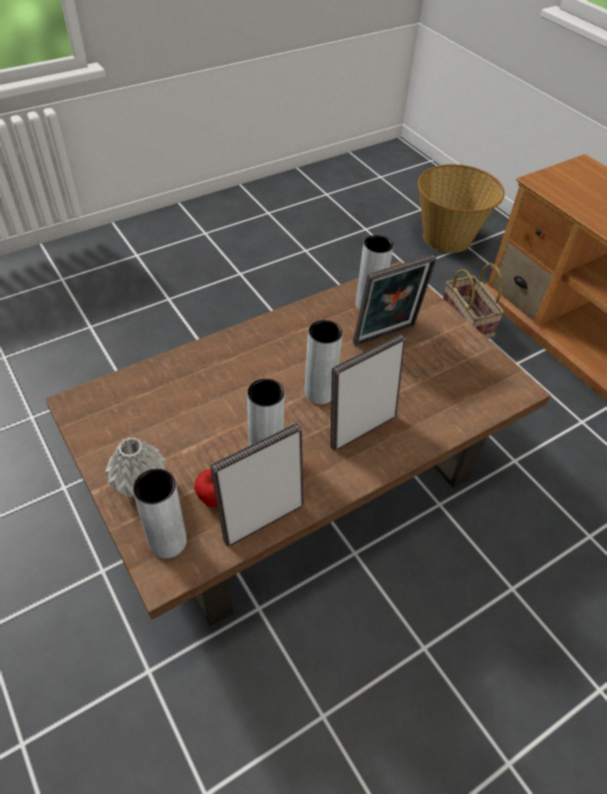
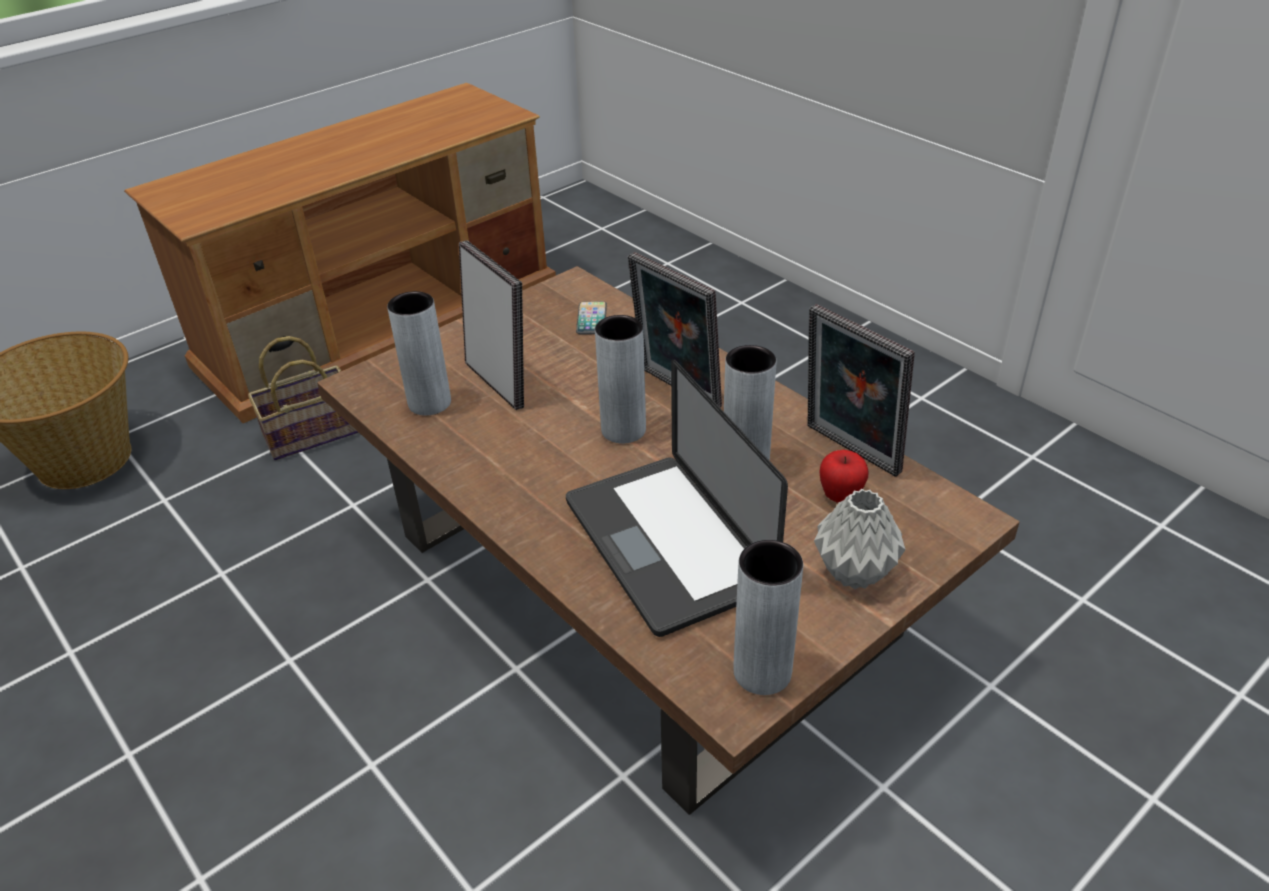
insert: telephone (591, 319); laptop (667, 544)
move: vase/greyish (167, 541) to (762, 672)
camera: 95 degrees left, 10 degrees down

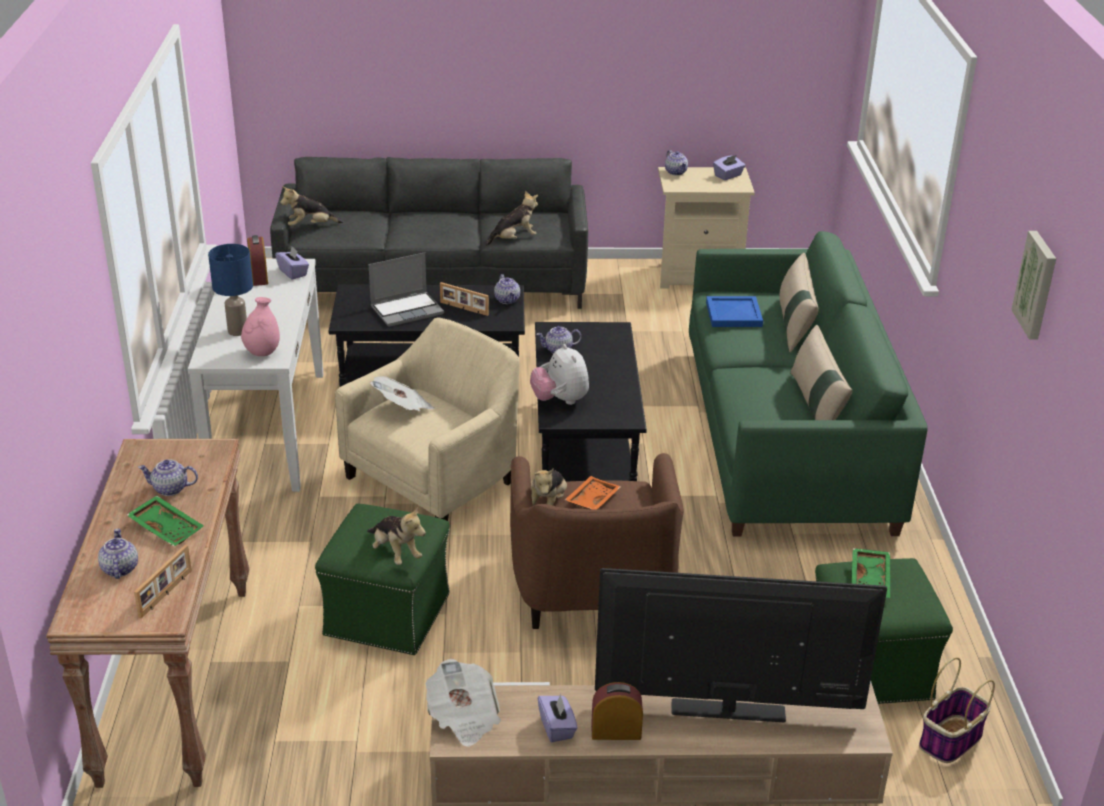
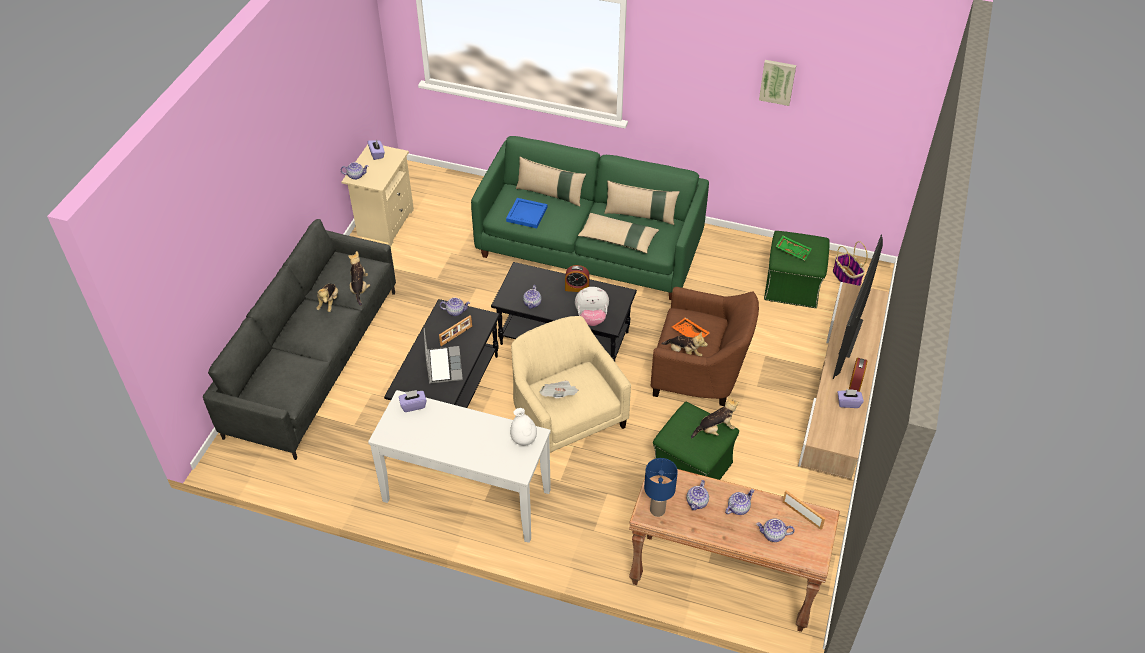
delete: newspaper (463, 717)
insert: throw pillow/sand-coloured (618, 238)
move: plush toy (311, 226) to (329, 303); bedside clock (259, 277) to (577, 288); lamp for a table/blue (237, 331) to (658, 510)
replace: serving tray/green (167, 528) to tea pot (738, 508)
recolor: vase/pinkish (262, 352) to vase/white (524, 440)
camera: 70 degrees left, 15 degrees up

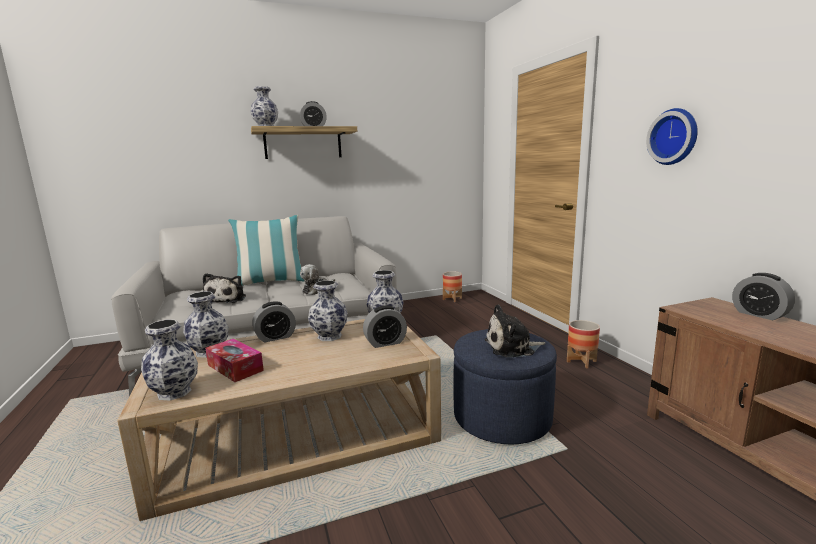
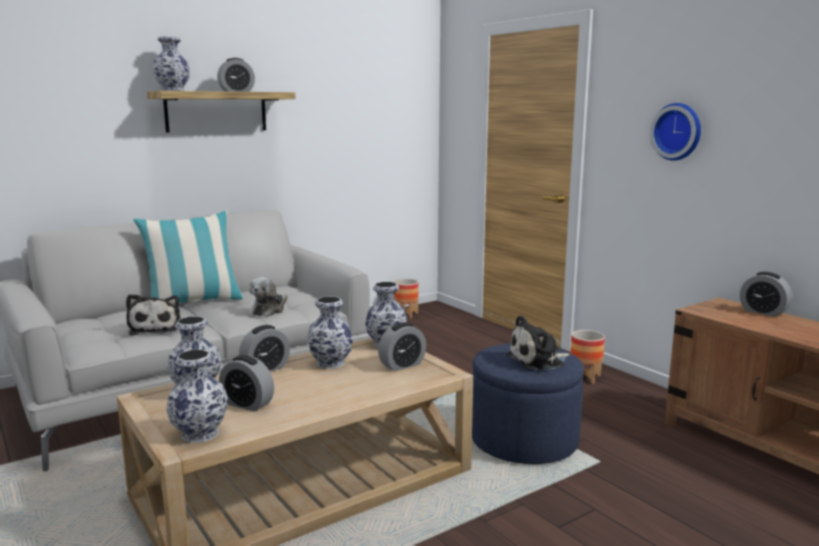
replace: tissue box (235, 368) to bedside clock (247, 404)
camera: 15 degrees left, 0 degrees up

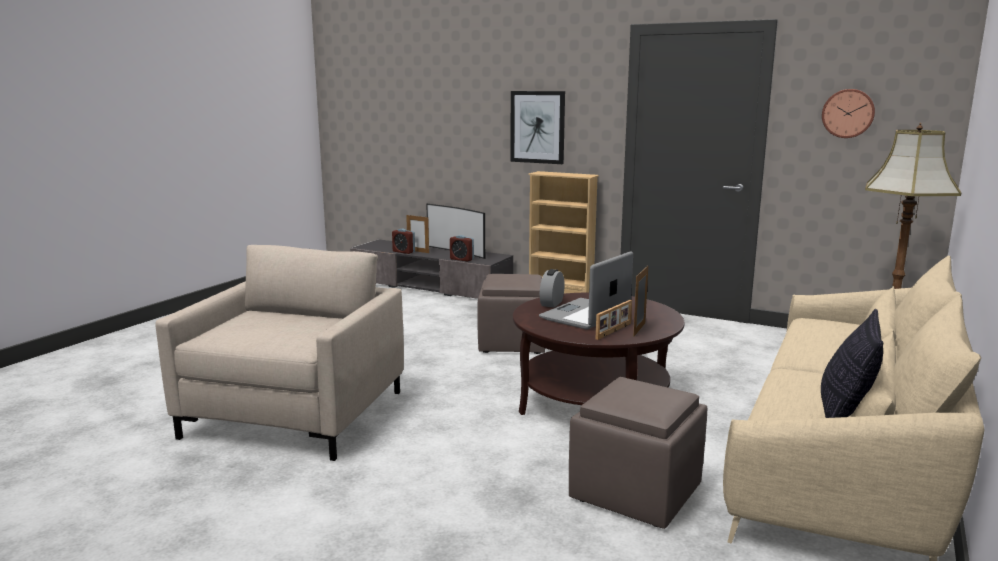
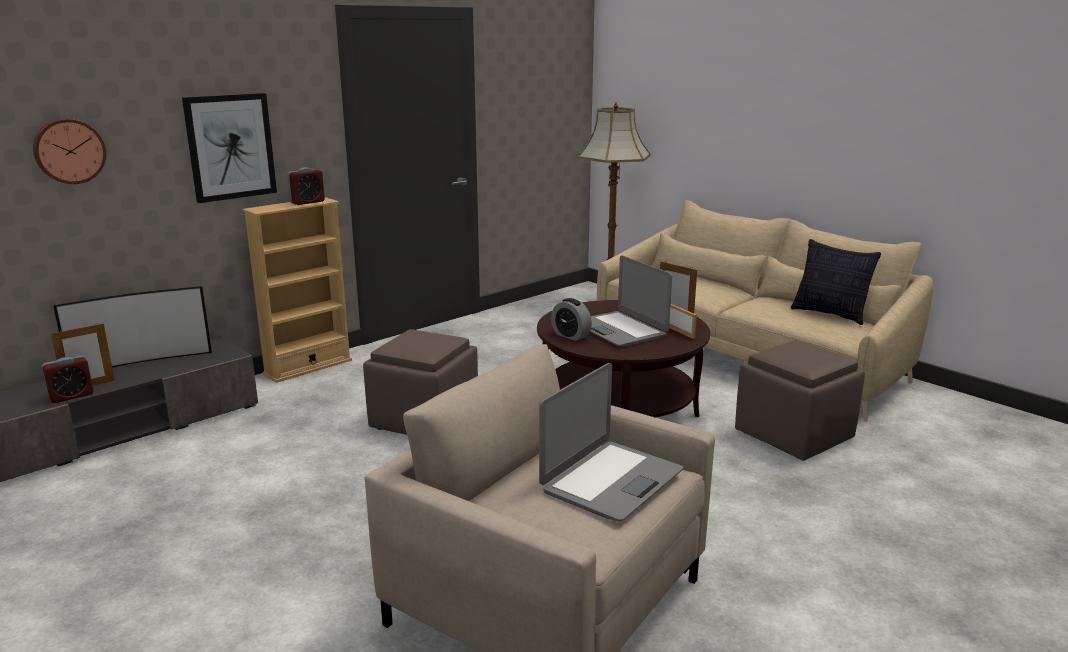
insert: laptop (611, 481)
move: wall clock (848, 113) to (69, 151); bedside clock (462, 259) to (307, 202)
camera: 70 degrees left, 5 degrees up

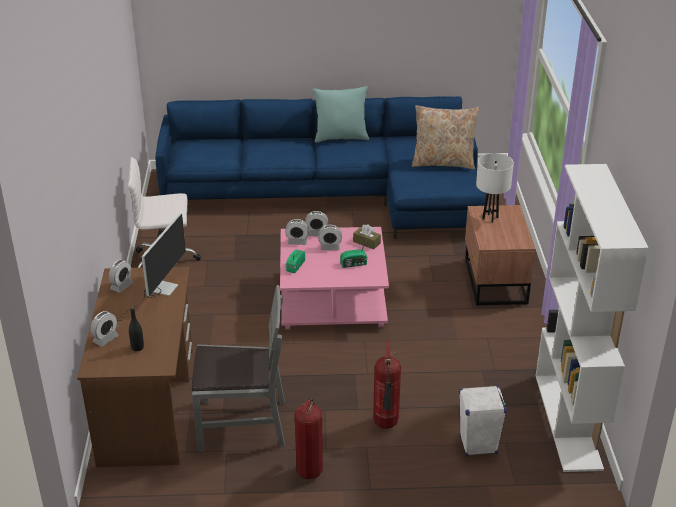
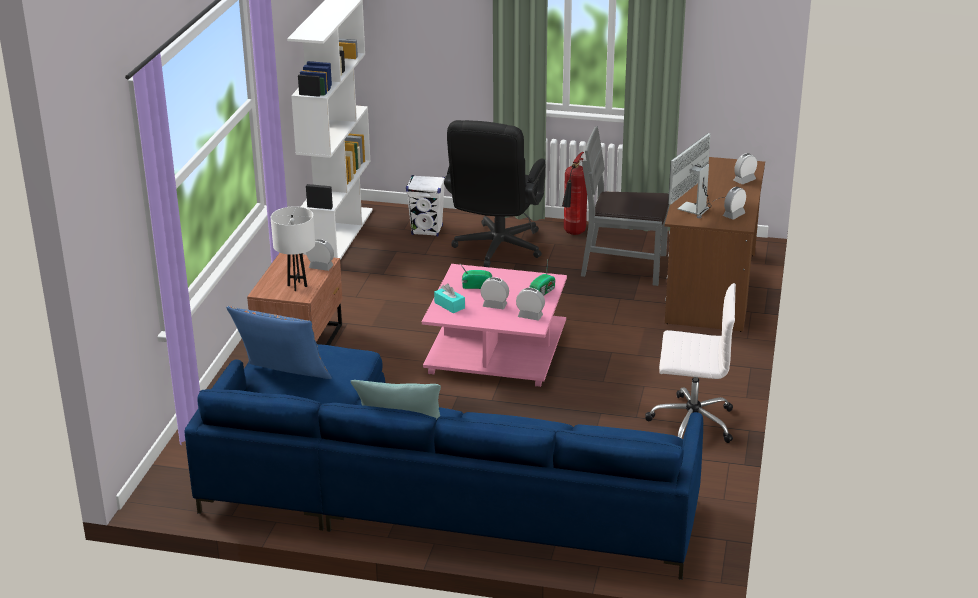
delete: beverage bottle/black (137, 347)
move: bedside clock (316, 233) to (321, 267)
replace: fire extinguisher (386, 425) to office chair/black (496, 250)
recolor: throw pillow/sand-coloured (443, 162) to throw pillow/blue (282, 379); tissue box/brownish (366, 242) to tissue box/turquoise (449, 305)
camera: 165 degrees left, 5 degrees down

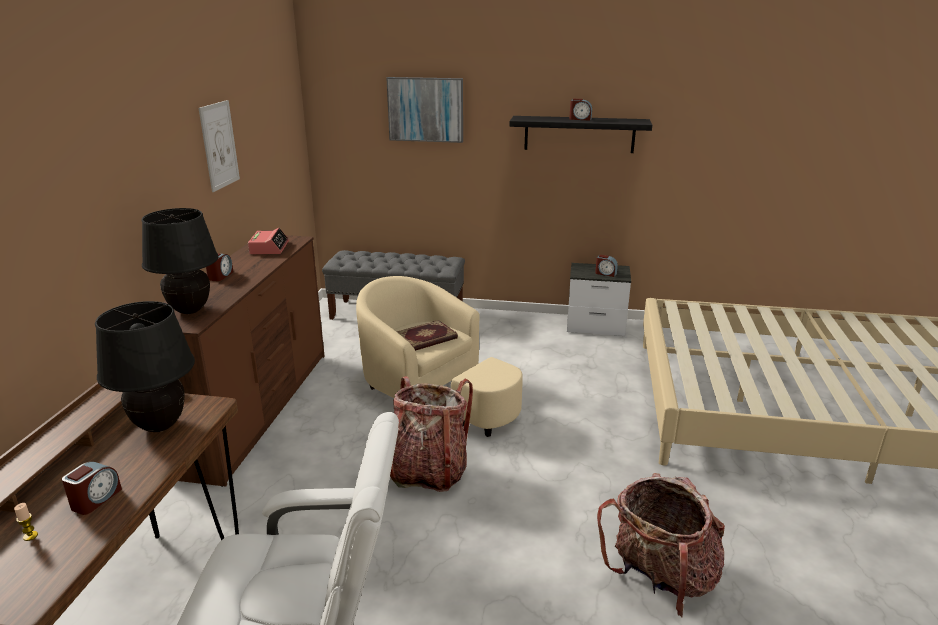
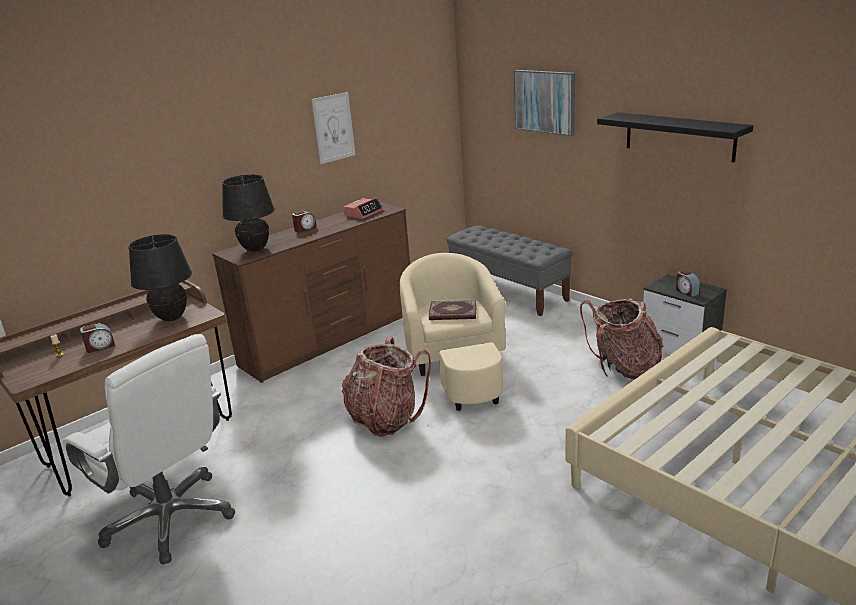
delete: bedside clock (580, 119)
move: backpack (660, 579) to (623, 368)
camera: 40 degrees right, 0 degrees up

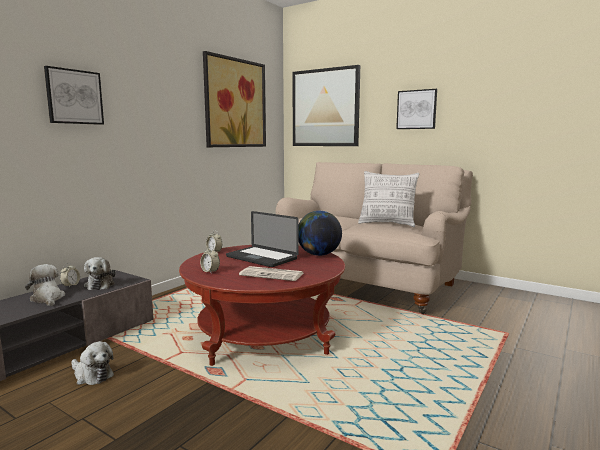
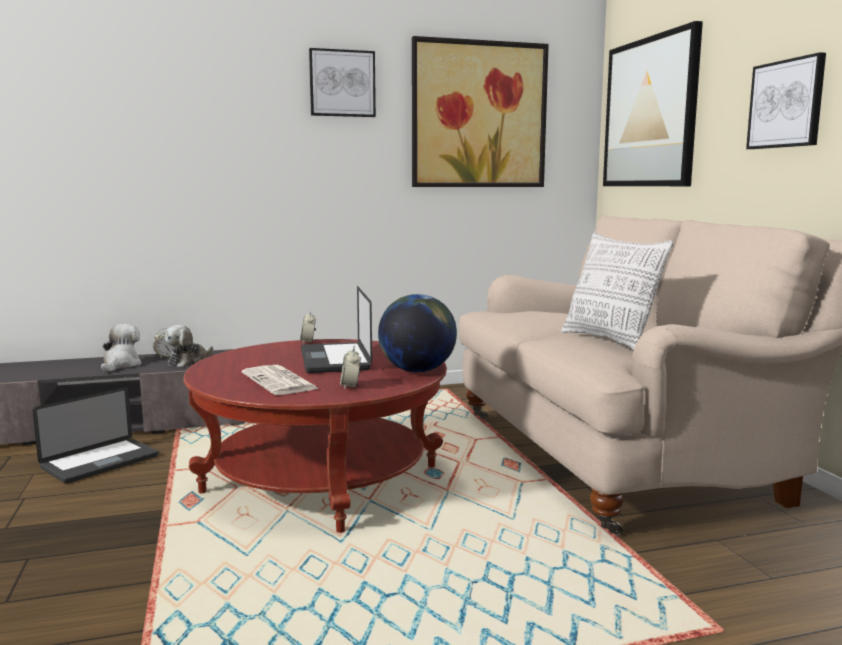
move: picture (74, 97) to (342, 83); bedside clock (210, 271) to (350, 386)
replace: plush toy (92, 375) to laptop (100, 462)
camera: 40 degrees right, 0 degrees up

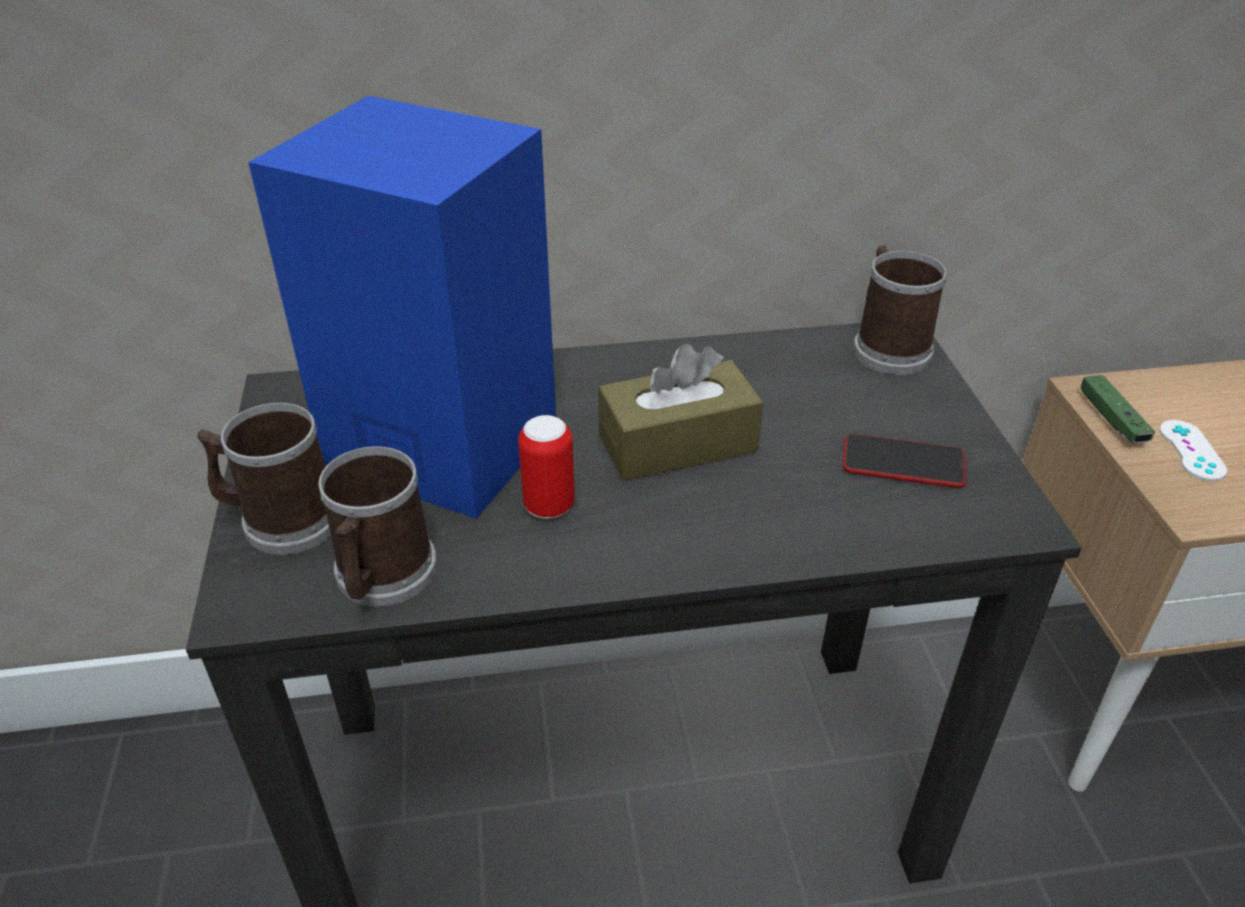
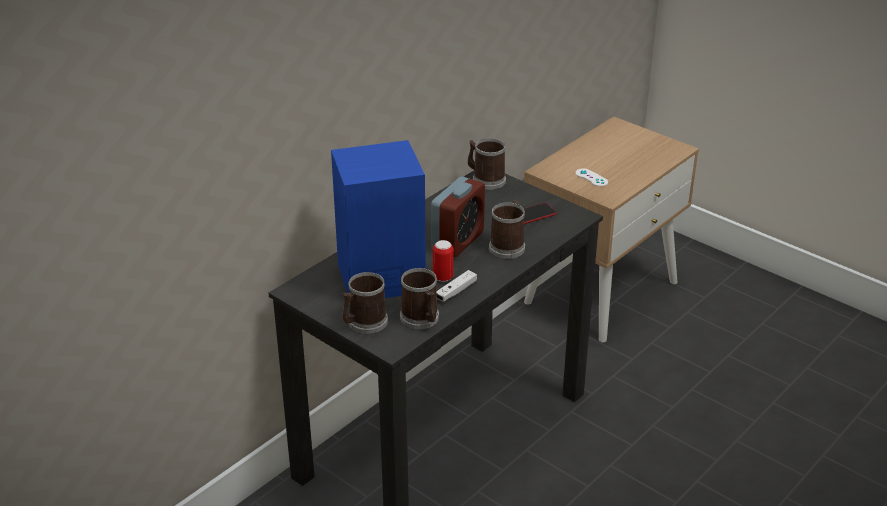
delete: game controller/green (1112, 419)
insert: tea mug (508, 246); game controller/white (456, 291)
replace: tissue box/brownish (677, 443) to bedside clock (457, 241)
camera: 40 degrees left, 5 degrees down

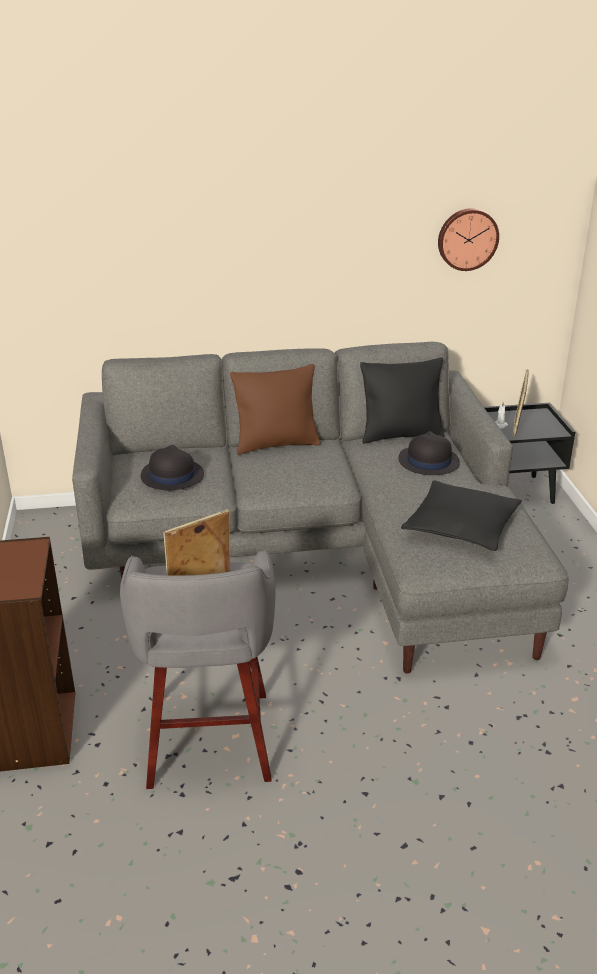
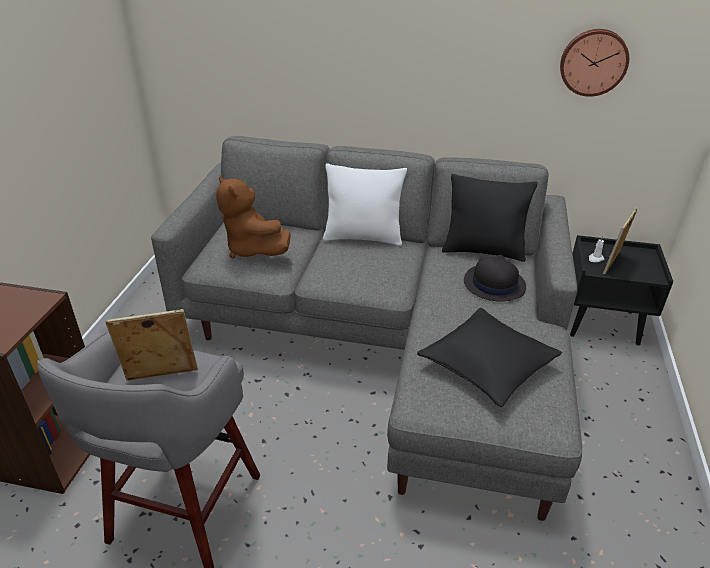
replace: wearable hat/black (171, 476) to plush toy/brownish (252, 249)
recolor: throw pillow/brownish (276, 444) to throw pillow/white (363, 237)
camera: 20 degrees right, 5 degrees up

